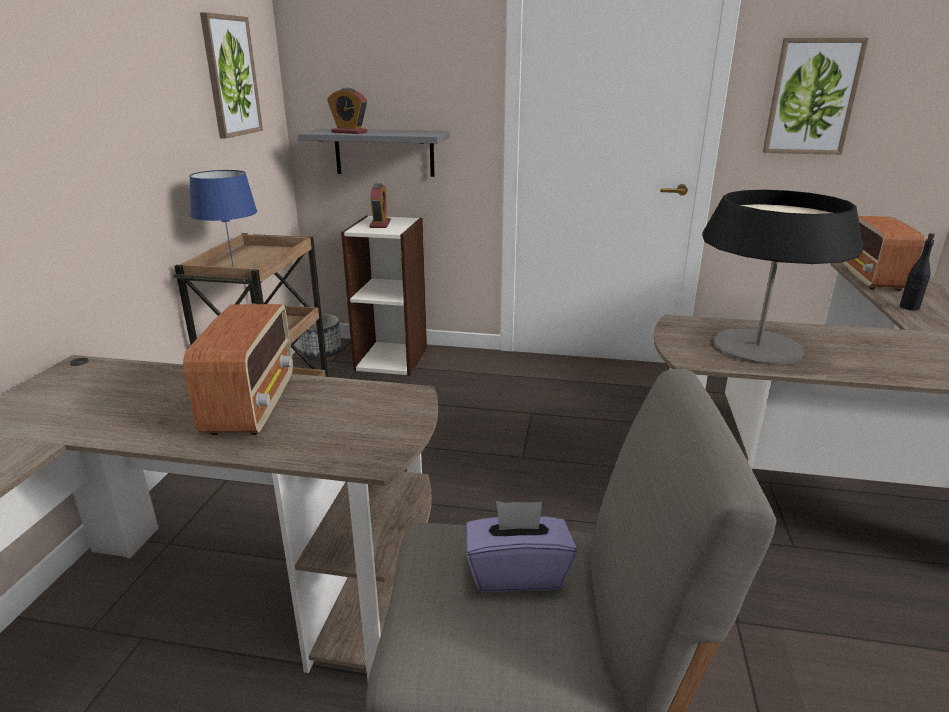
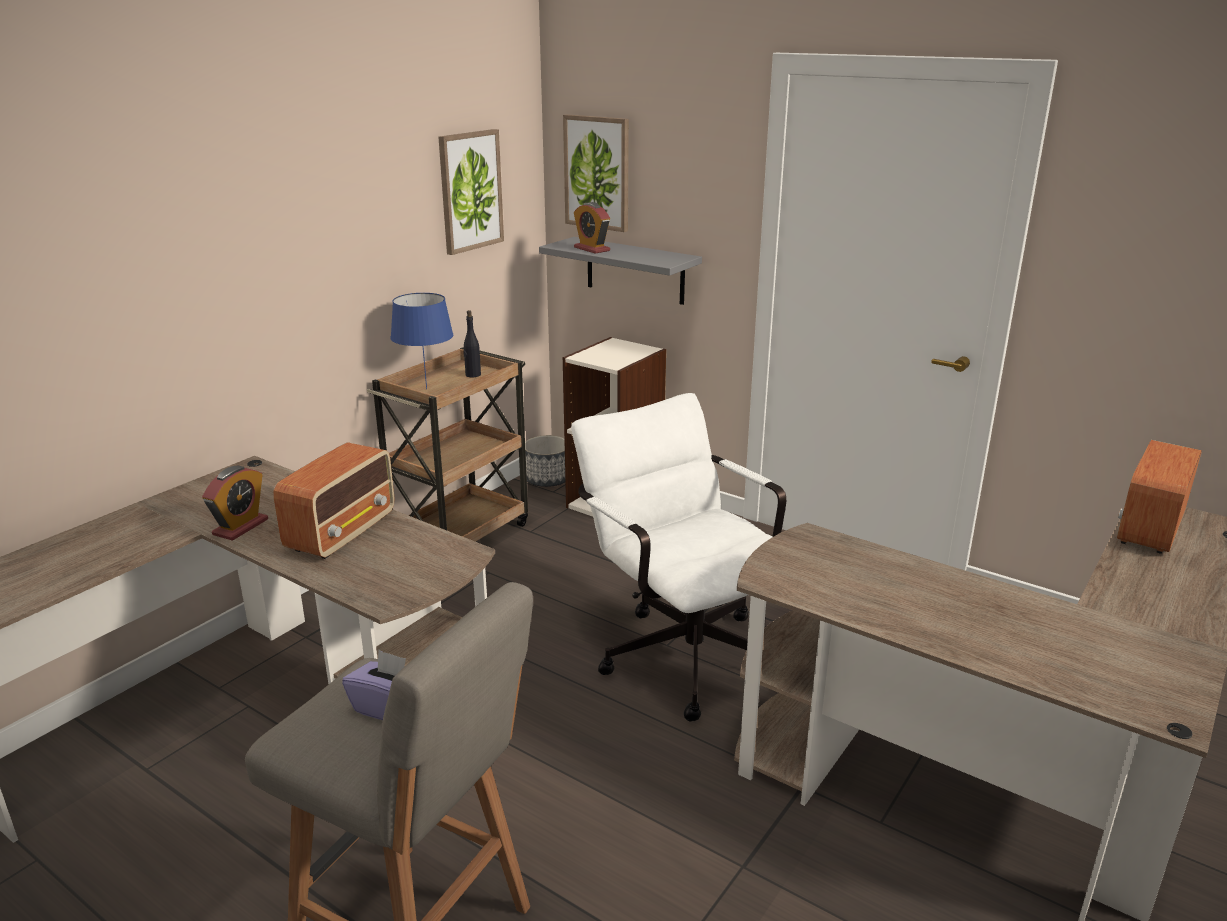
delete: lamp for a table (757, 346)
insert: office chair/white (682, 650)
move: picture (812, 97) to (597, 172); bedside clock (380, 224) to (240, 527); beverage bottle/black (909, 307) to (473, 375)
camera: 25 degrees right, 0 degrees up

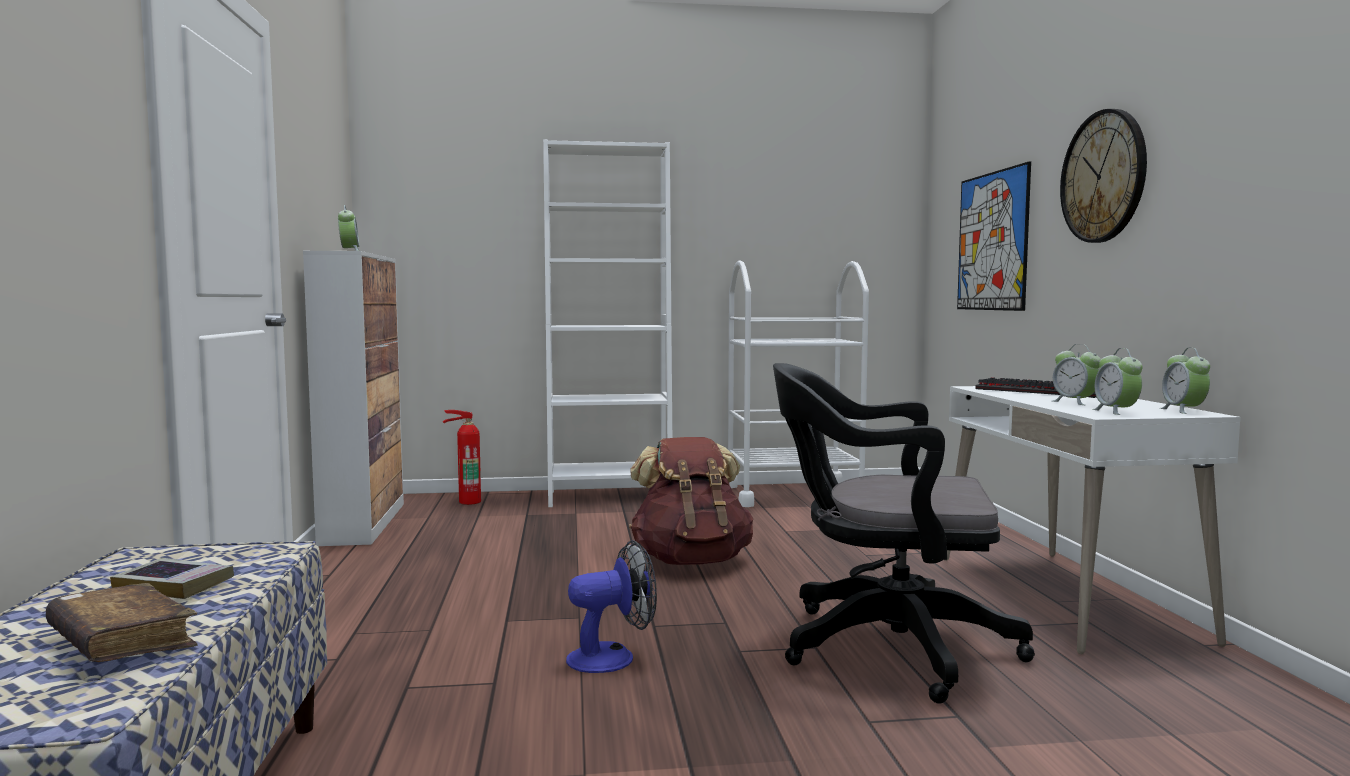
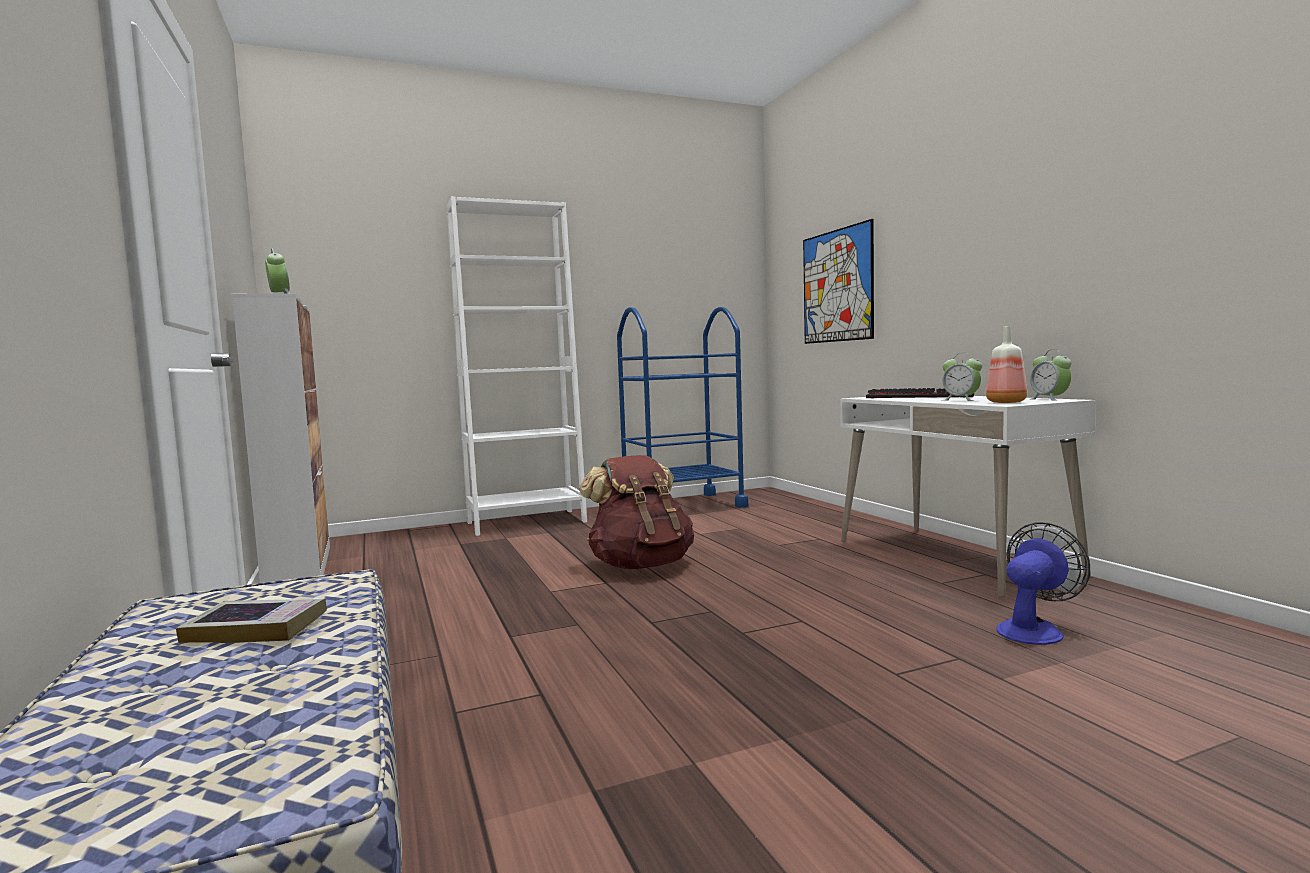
delete: wall clock (1103, 177); office chair/black (884, 646); fire extinguisher (467, 501); bound book/brownish (122, 642)
move: electric fan (612, 657) to (1034, 629)
replace: bedside clock (1116, 412) to beverage bottle (1007, 402)
recolor: cart/white (793, 494) to cart/blue (682, 505)
camera: 15 degrees left, 0 degrees up

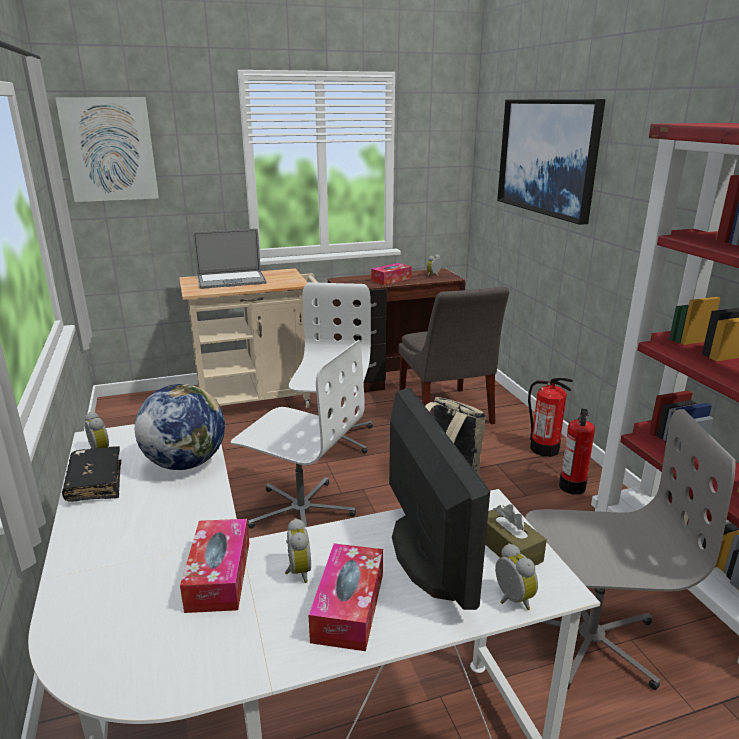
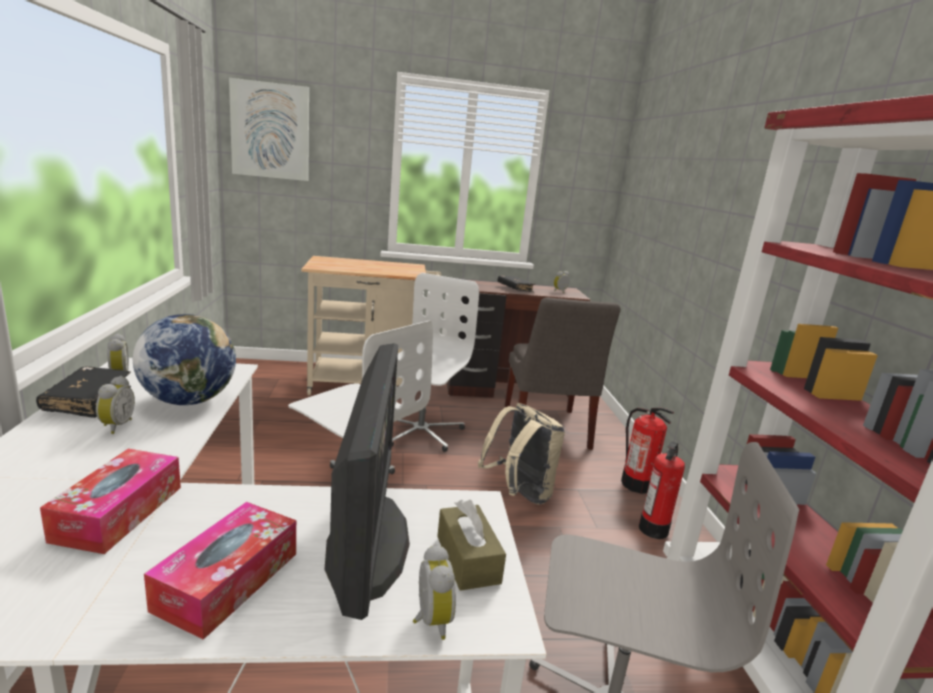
delete: picture (547, 157); laptop (231, 280)
move: bedside clock (297, 572) to (115, 426)
replace: tissue box (391, 279) to bound book/black (515, 288)
camera: 10 degrees right, 5 degrees down

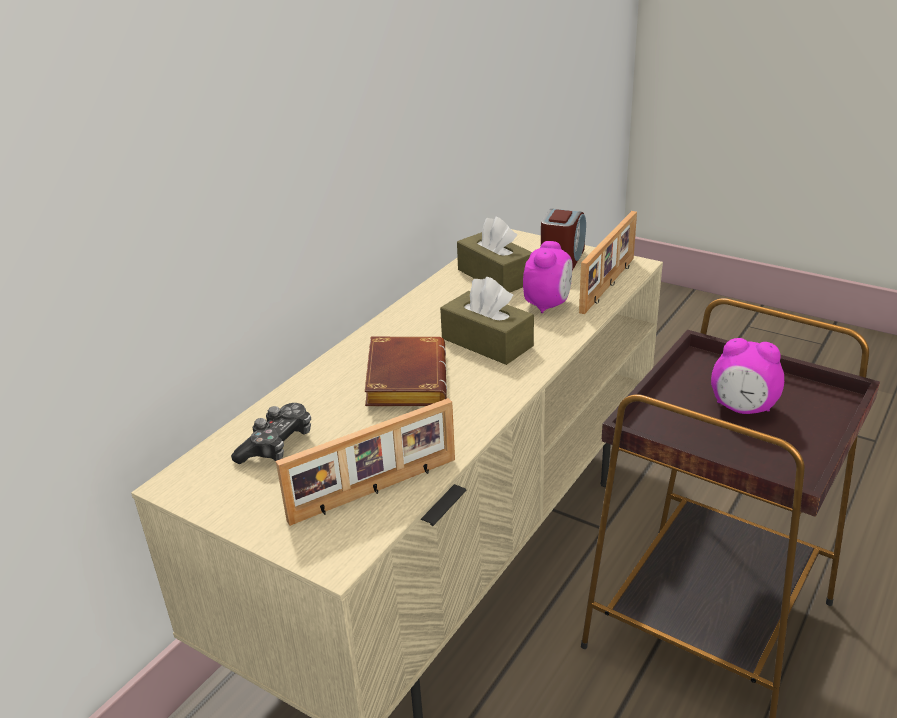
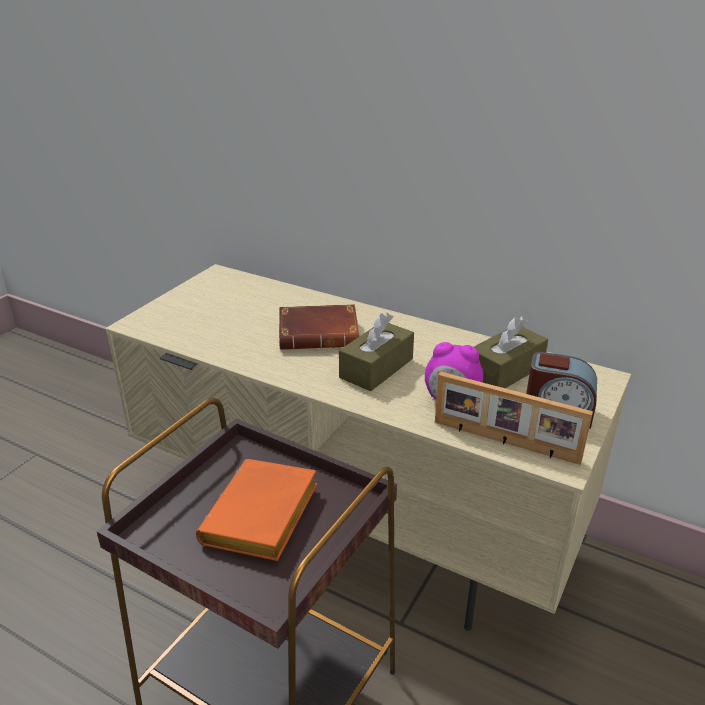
delete: photo frame (375, 491); game controller (277, 445)
replace: bedside clock (742, 409) to bound book/orangey (262, 519)
camera: 85 degrees right, 0 degrees up

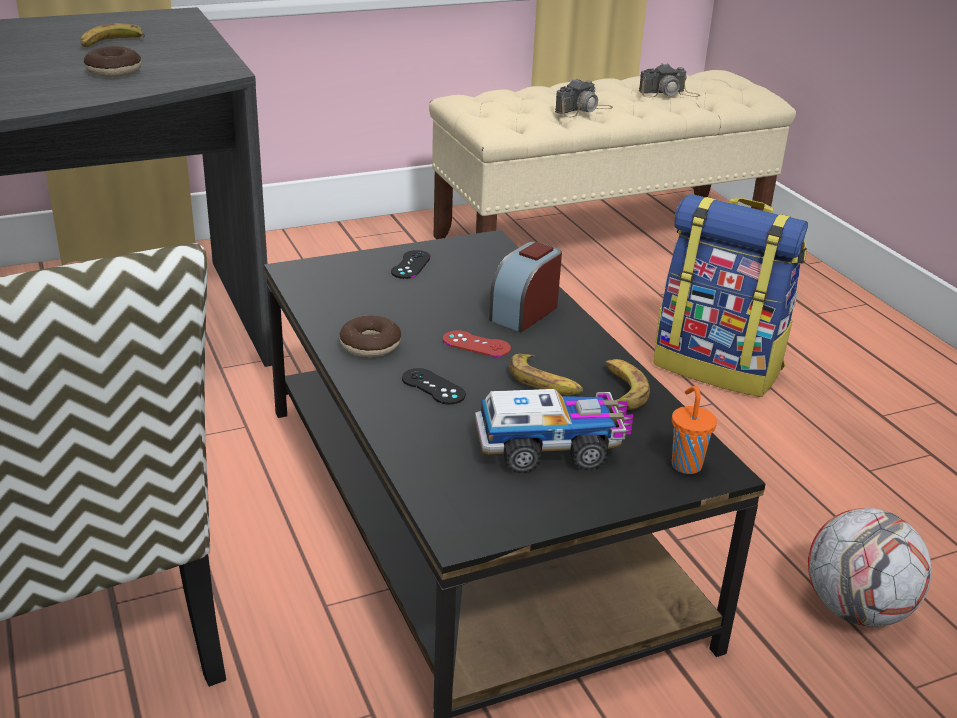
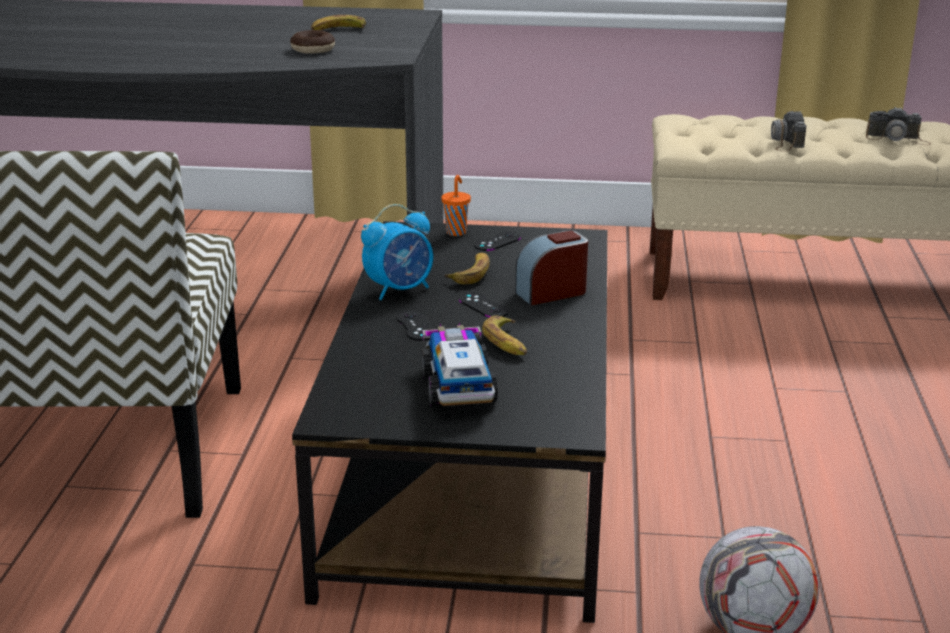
delete: backpack (719, 366)
move: banana fruit (620, 390) to (471, 273); small cup/orangey (685, 464) to (456, 232)
replace: ring doughnut (370, 345) to bedside clock (400, 290)
recolor: game controller/red-coloured (476, 344) to game controller/black (483, 306)
rotate: still camera (583, 109) = (785, 141) 105 degrees clockwise; toy truck (552, 449) = (458, 386) 120 degrees counterclockwise
camera: 30 degrees right, 5 degrees down

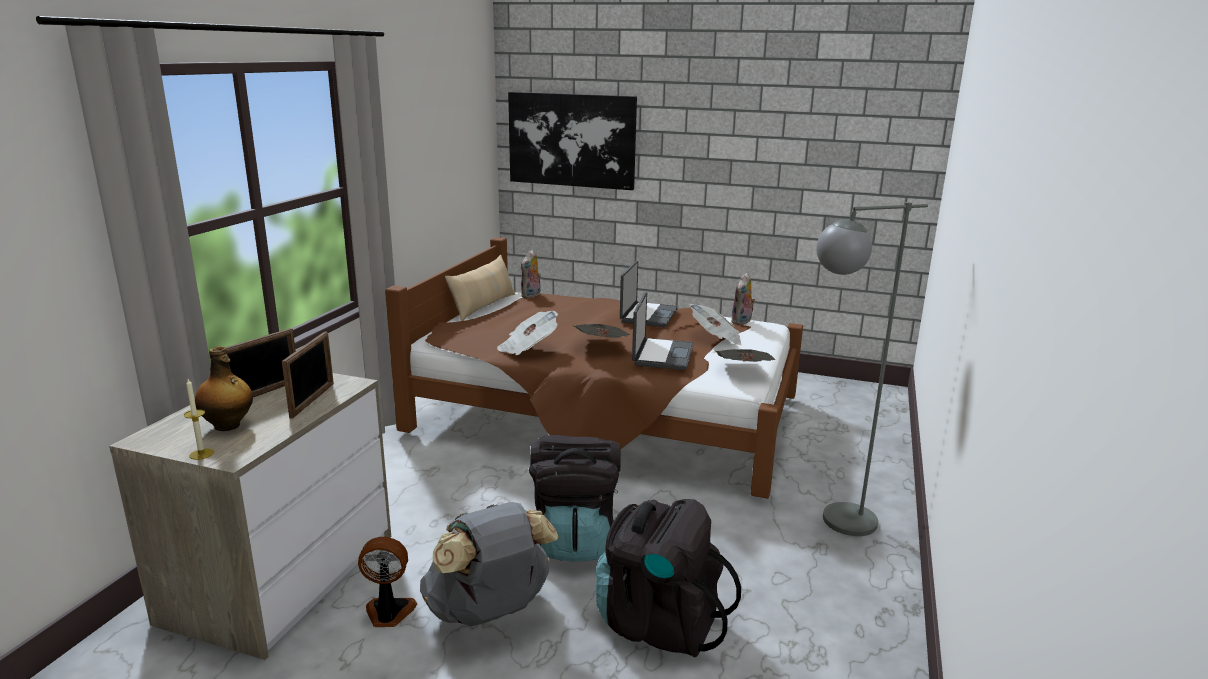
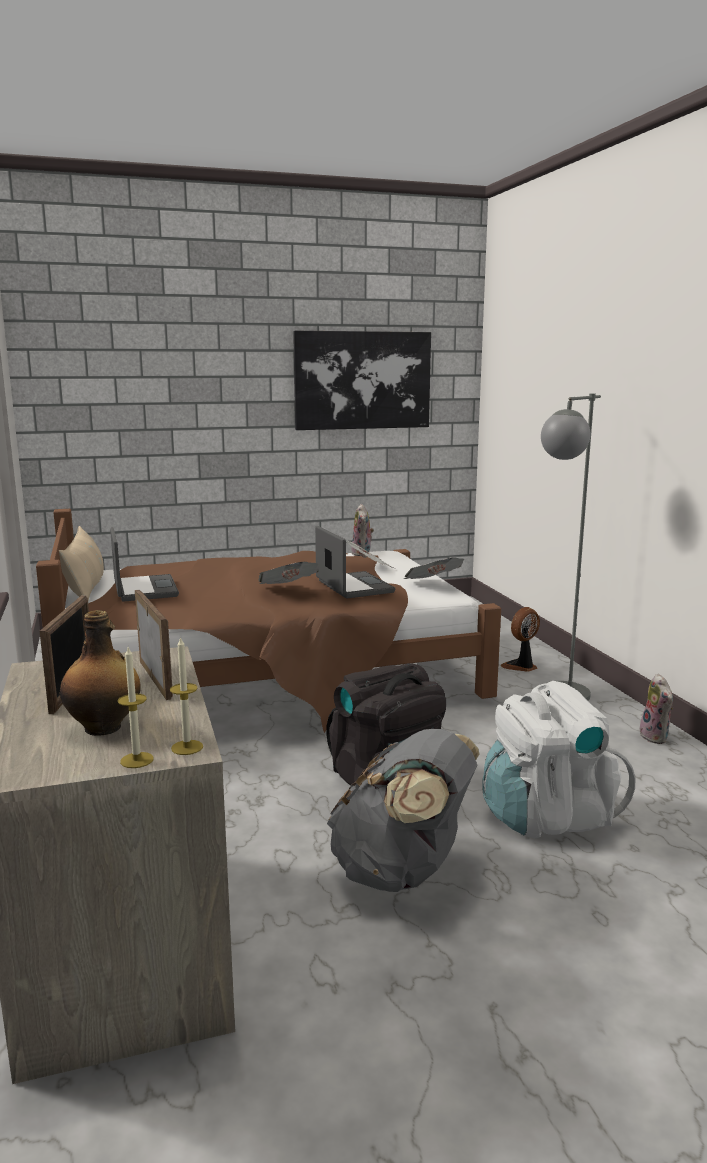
delete: newspaper (528, 348)
insert: wax candle (187, 747)
move: picture (571, 140) to (362, 380); plush toy (531, 295) to (656, 737); laptop (648, 315) to (144, 589); electric fan (388, 613) to (521, 667)
recolor: backpack/black (659, 623) to backpack/white (548, 816)
camera: 35 degrees left, 5 degrees down

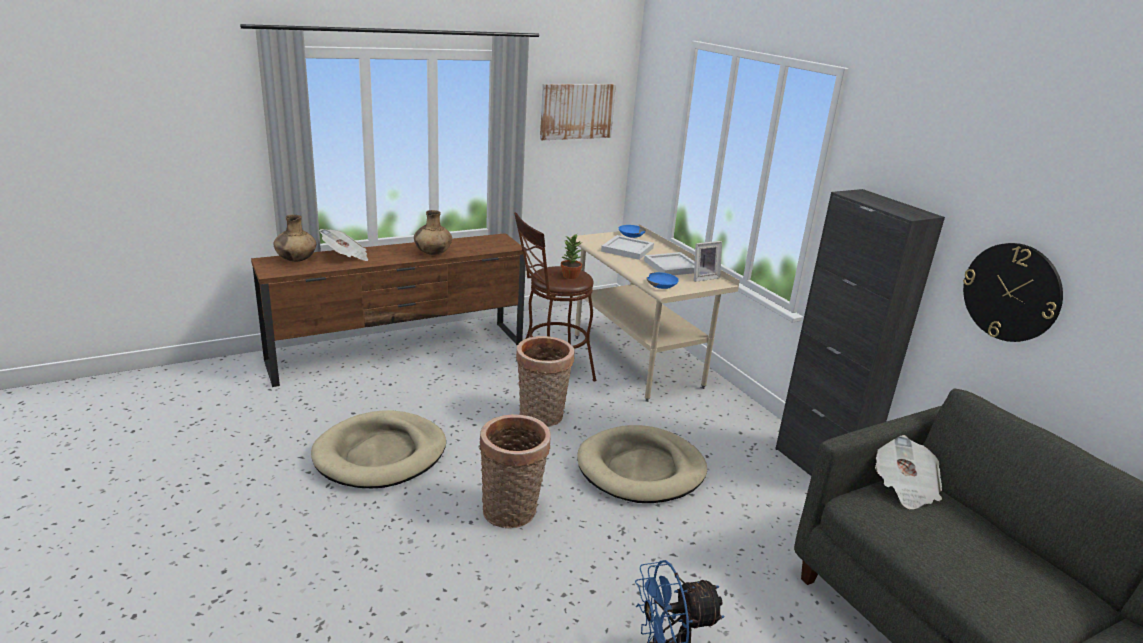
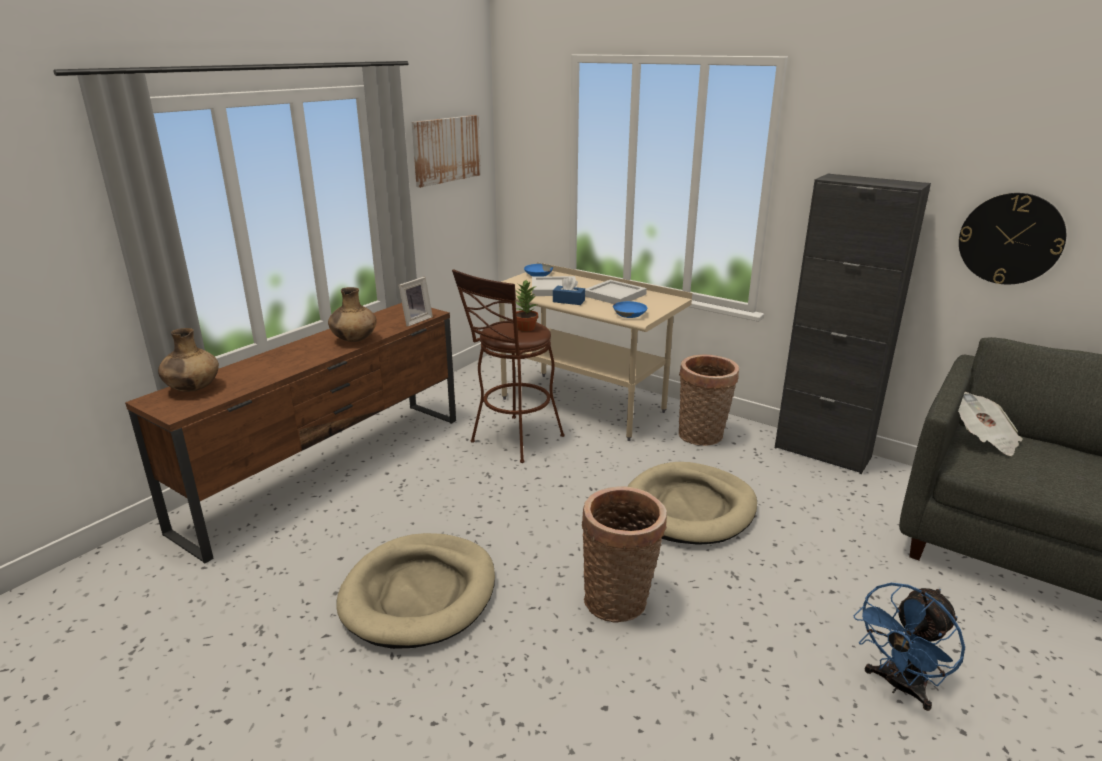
delete: newspaper (346, 257)
insert: tissue box/blue (568, 301)
move: photo frame (703, 277) to (415, 320); storage basket (541, 418) to (702, 436)
camera: 25 degrees left, 0 degrees up

